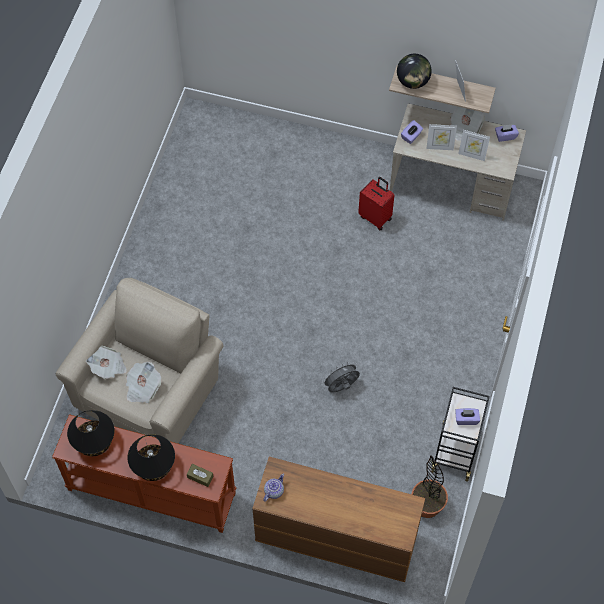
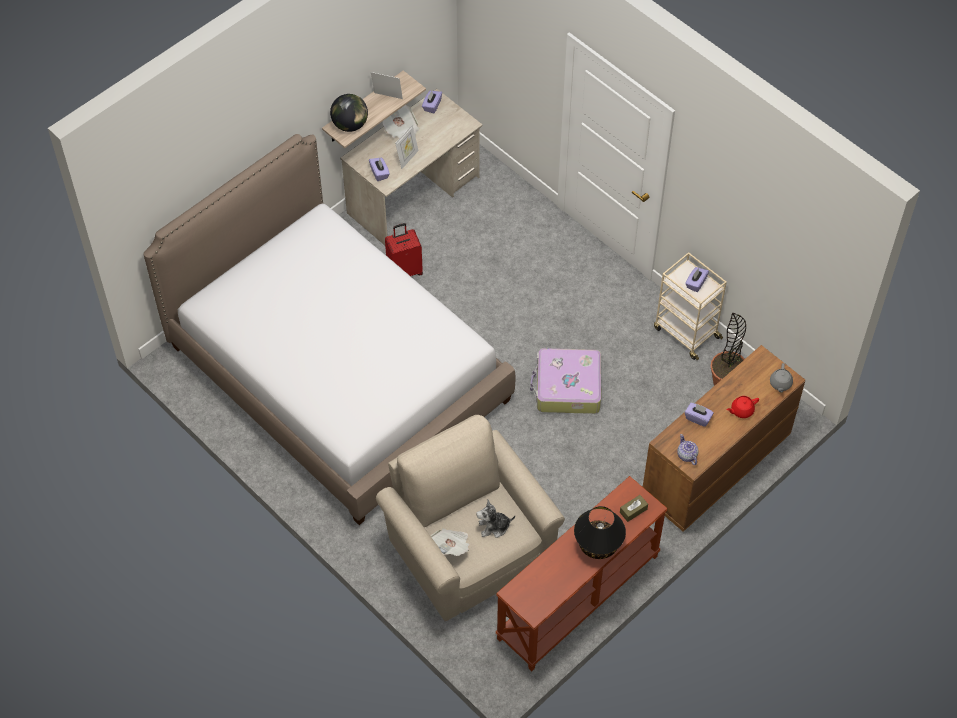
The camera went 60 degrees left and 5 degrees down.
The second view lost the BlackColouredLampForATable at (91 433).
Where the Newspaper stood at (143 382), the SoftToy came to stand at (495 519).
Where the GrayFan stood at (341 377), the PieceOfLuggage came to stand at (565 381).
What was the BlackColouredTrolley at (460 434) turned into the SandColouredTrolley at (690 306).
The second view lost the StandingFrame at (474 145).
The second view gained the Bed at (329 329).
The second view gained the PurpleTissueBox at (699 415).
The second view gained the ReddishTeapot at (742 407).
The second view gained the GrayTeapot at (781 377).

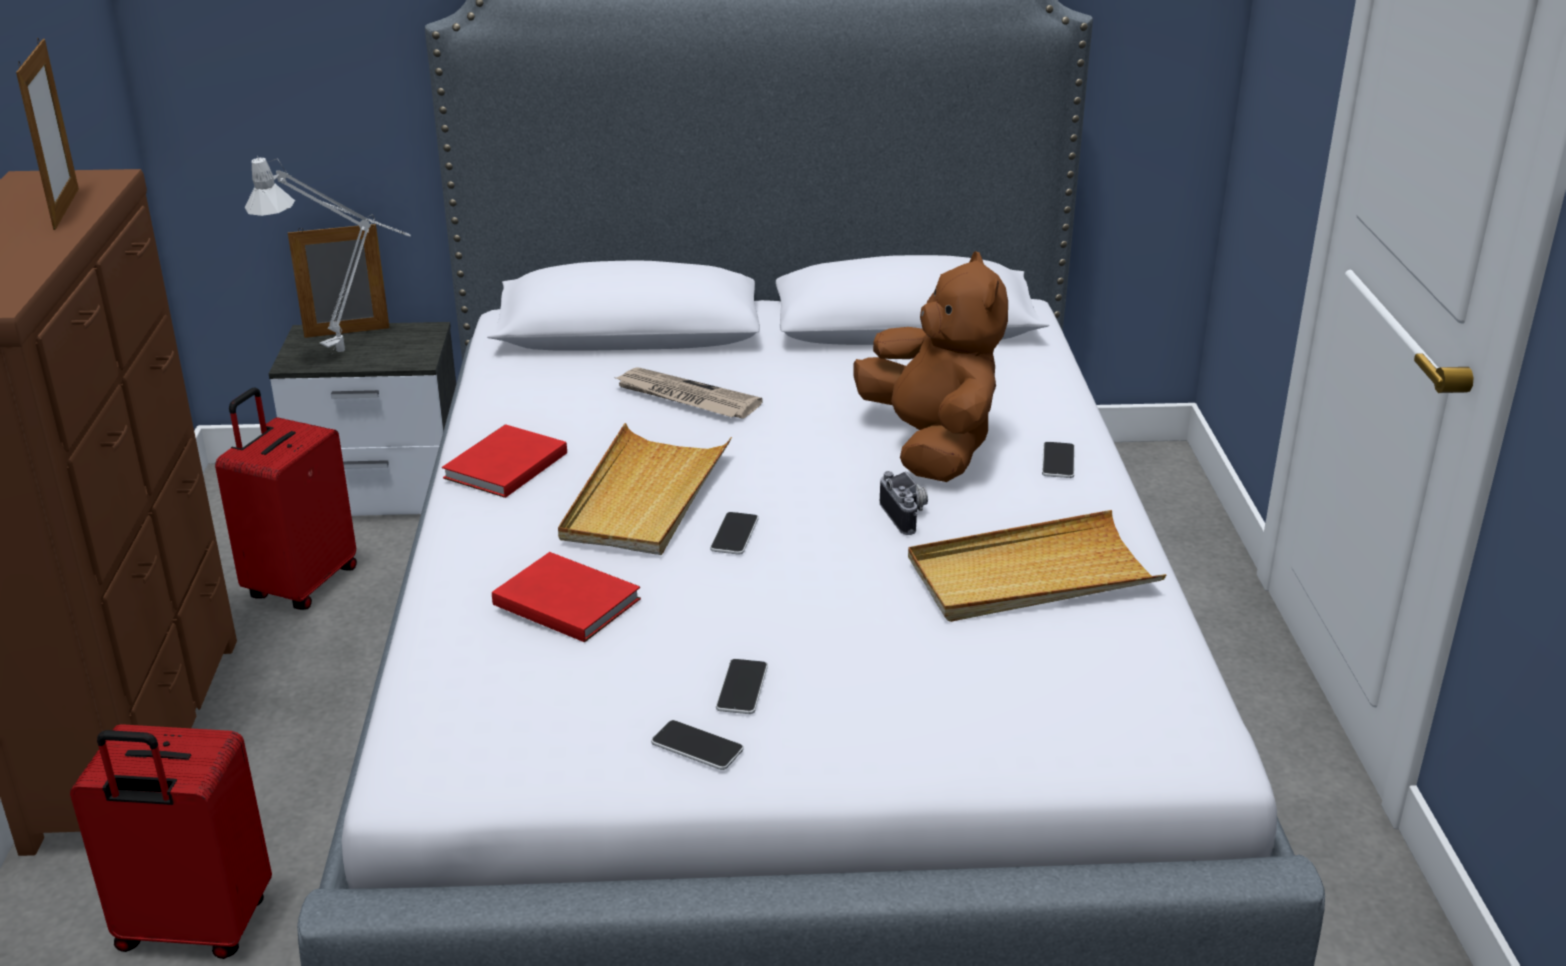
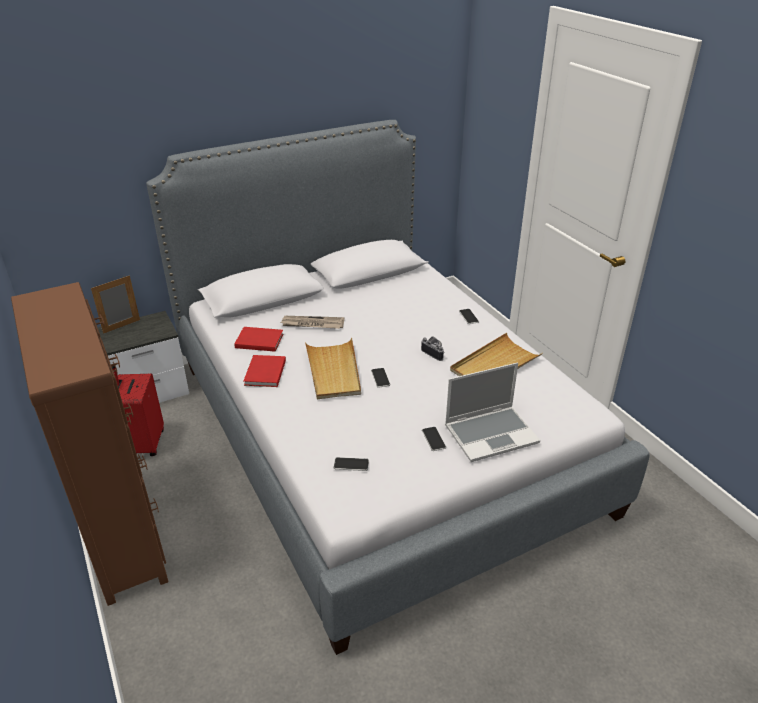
The camera went 25 degrees left and 5 degrees up.
The second view lost the StandingFrame at (47 134).
The second view lost the ReddishPieceOfLuggage at (171 841).
The second view lost the GrayLampForATable at (327 254).
The ReddishVolume ended up elsewhere, having gone from (566 597) to (258 339).
The Handset ended up elsewhere, having gone from (697 745) to (351 464).
The second view lost the BrownColouredSoftToy at (931 366).
The second view gained the Laptop at (492 412).

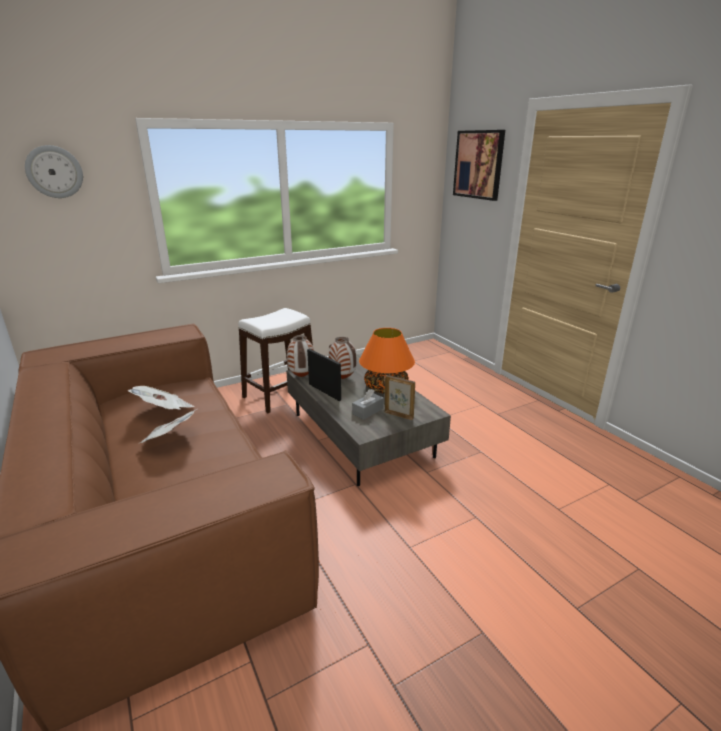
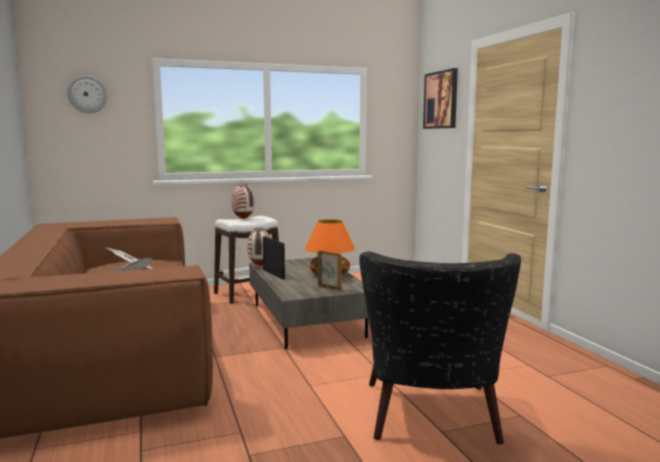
The camera went 10 degrees right and 15 degrees down.
The Vase ended up elsewhere, having gone from (342 358) to (243 201).
The second view lost the GrayTissueBox at (368 404).
The second view gained the BlackColouredEasyChair at (440 348).

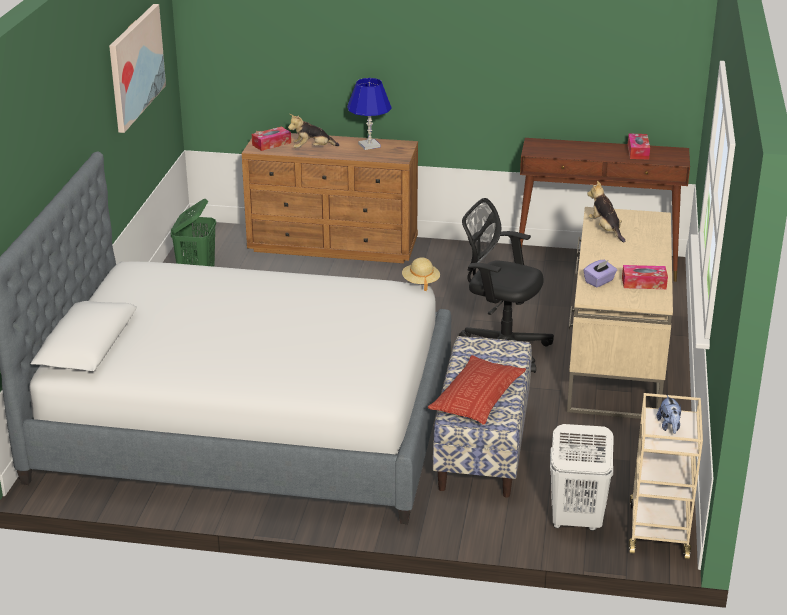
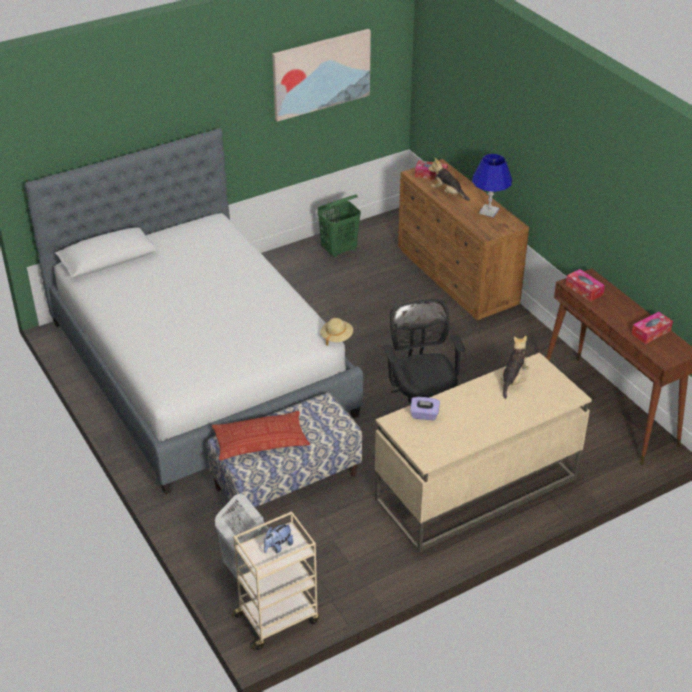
The camera went 50 degrees right and 10 degrees up.
The TissueBox ended up elsewhere, having gone from (645 277) to (585 285).

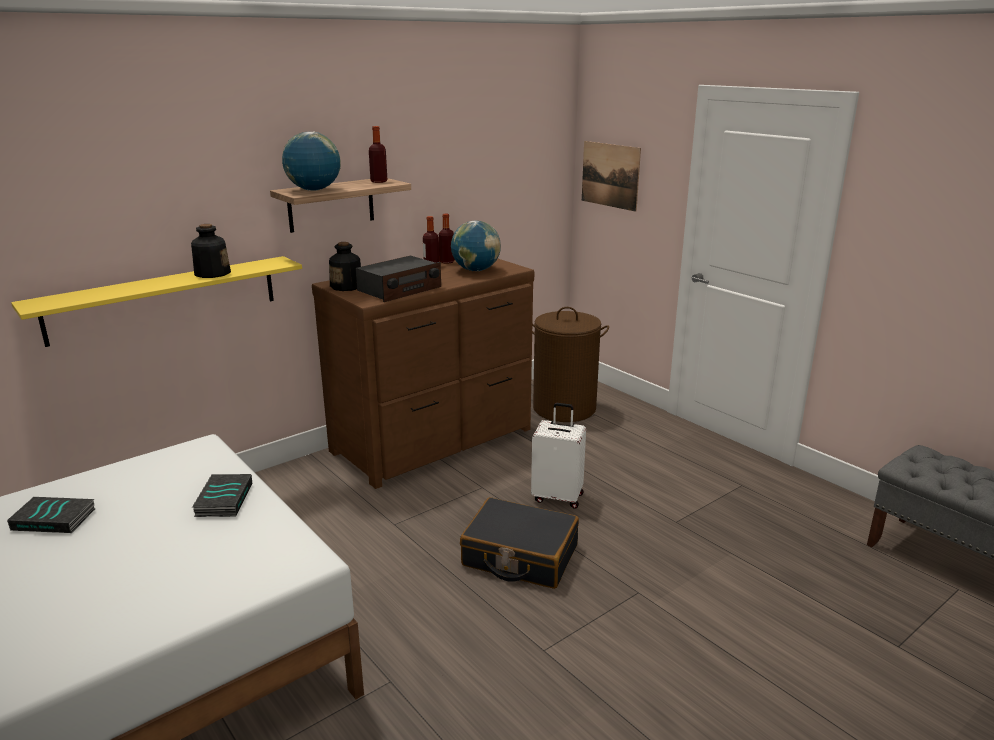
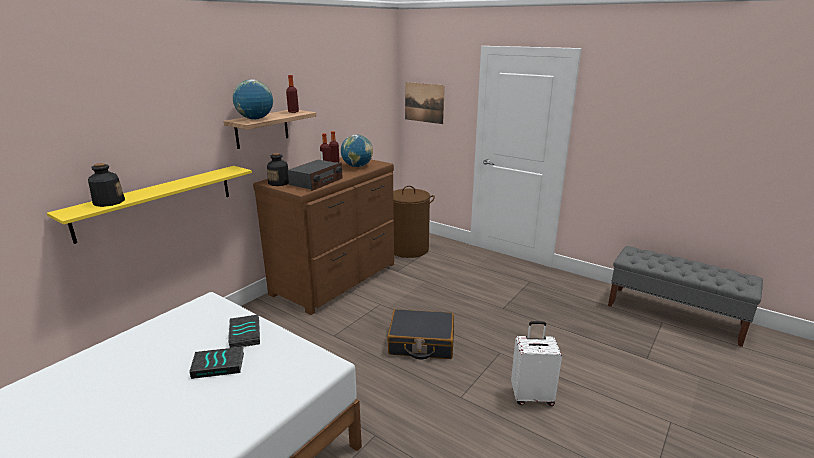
The camera went 15 degrees left and 0 degrees up.
The Volume ended up elsewhere, having gone from (51 515) to (216 362).
The Bottle ended up elsewhere, having gone from (211 251) to (106 185).
The WhitePieceOfLuggage ended up elsewhere, having gone from (558 456) to (536 363).

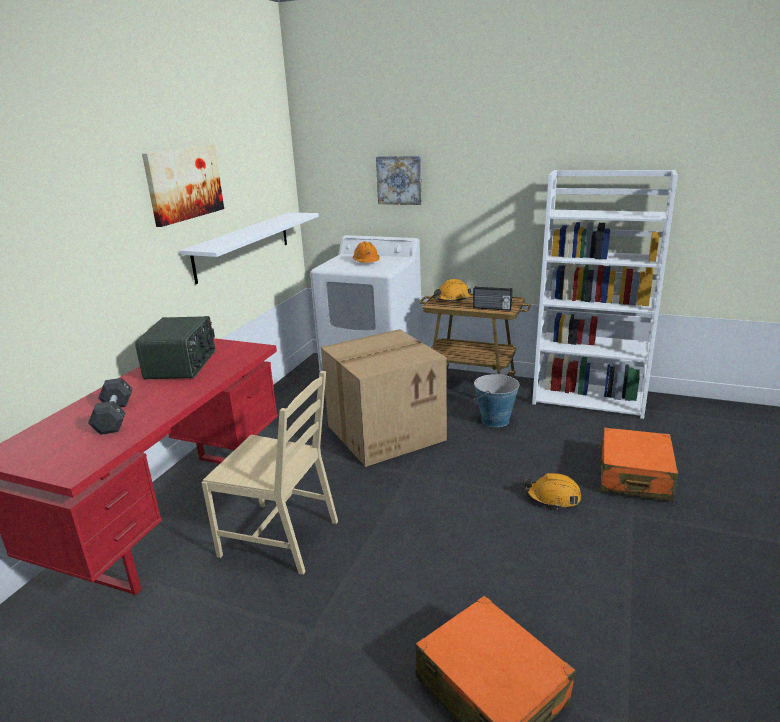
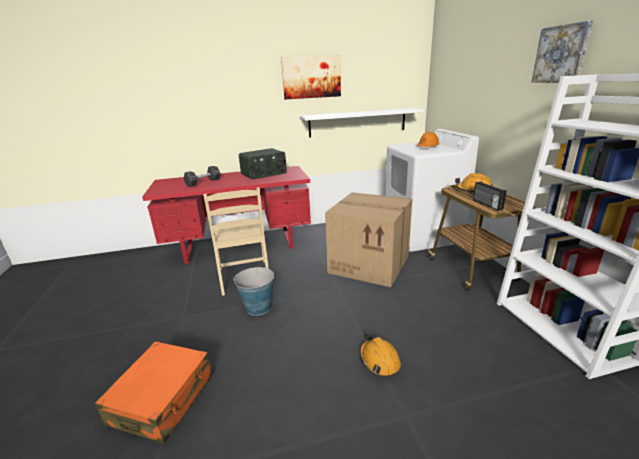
The camera went 55 degrees right and 0 degrees up.
The WallArt ended up elsewhere, having gone from (399 180) to (562 52).
The Bucket ended up elsewhere, having gone from (496 400) to (254 291).
The second view lost the OrangeyPieceOfLuggage at (638 464).

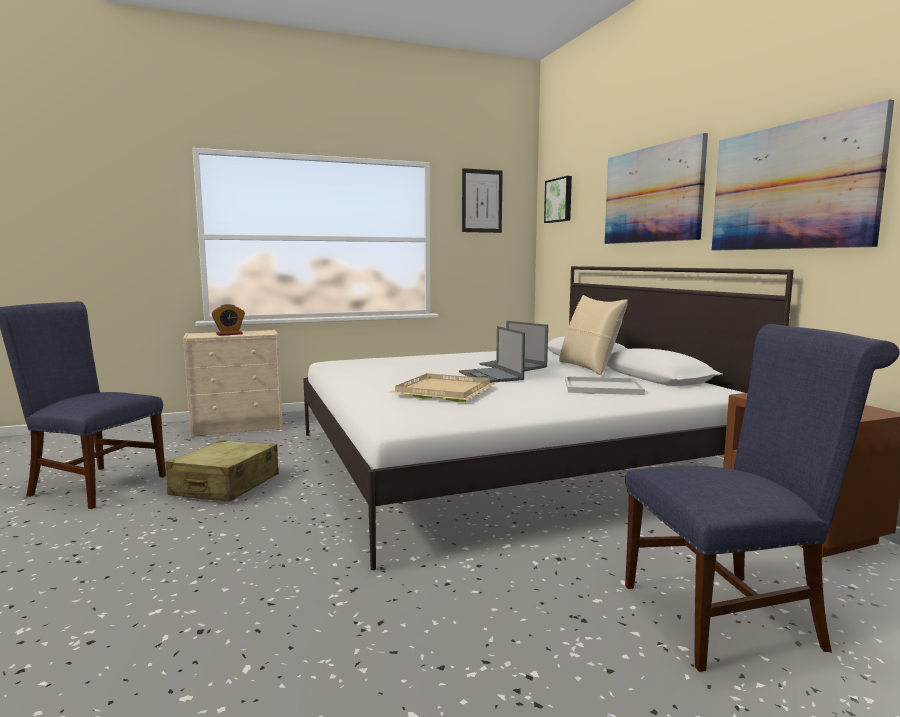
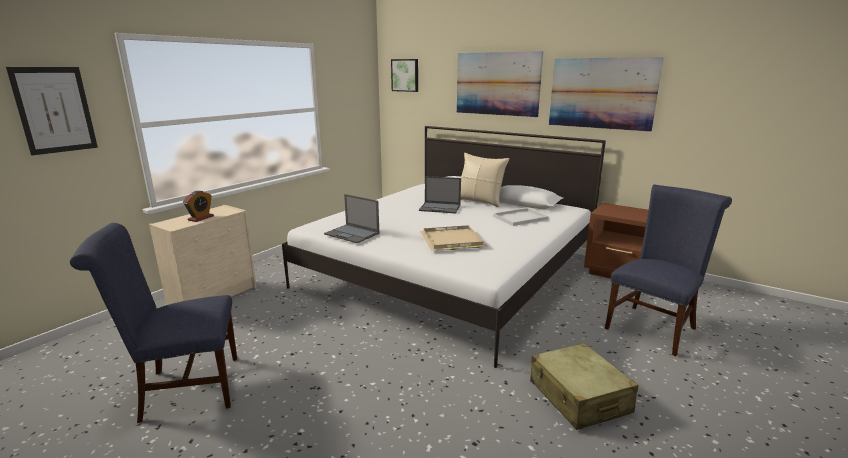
The camera went 35 degrees left and 10 degrees up.
The SandColouredPieceOfLuggage ended up elsewhere, having gone from (222 471) to (584 386).
The Laptop ended up elsewhere, having gone from (492 354) to (351 218).
The WallArt ended up elsewhere, having gone from (482 200) to (52 111).

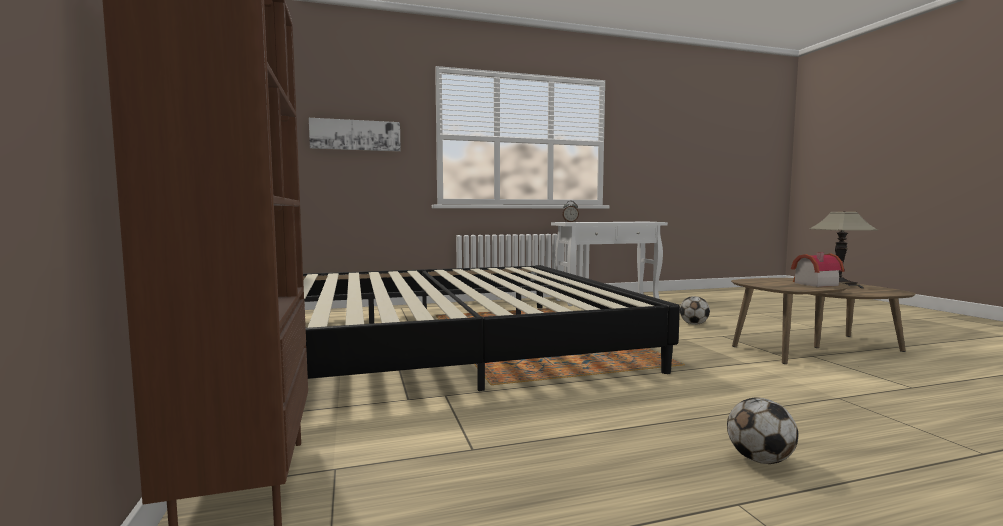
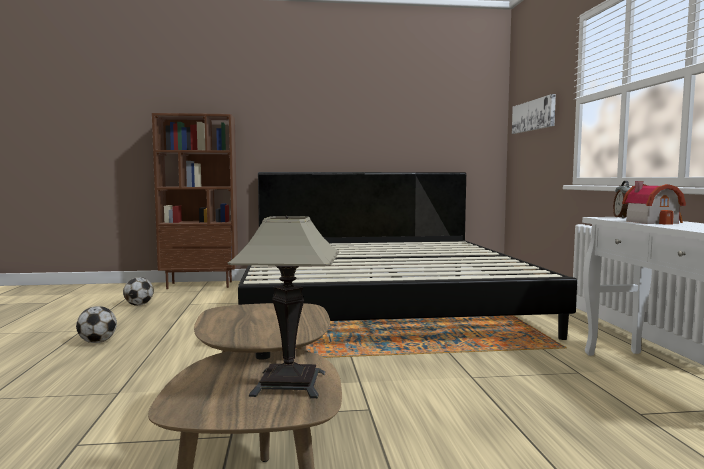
The camera went 100 degrees right and 0 degrees up.
The Football ended up elsewhere, having gone from (695 310) to (138 291).
The ModelHouse ended up elsewhere, having gone from (817 269) to (654 203).

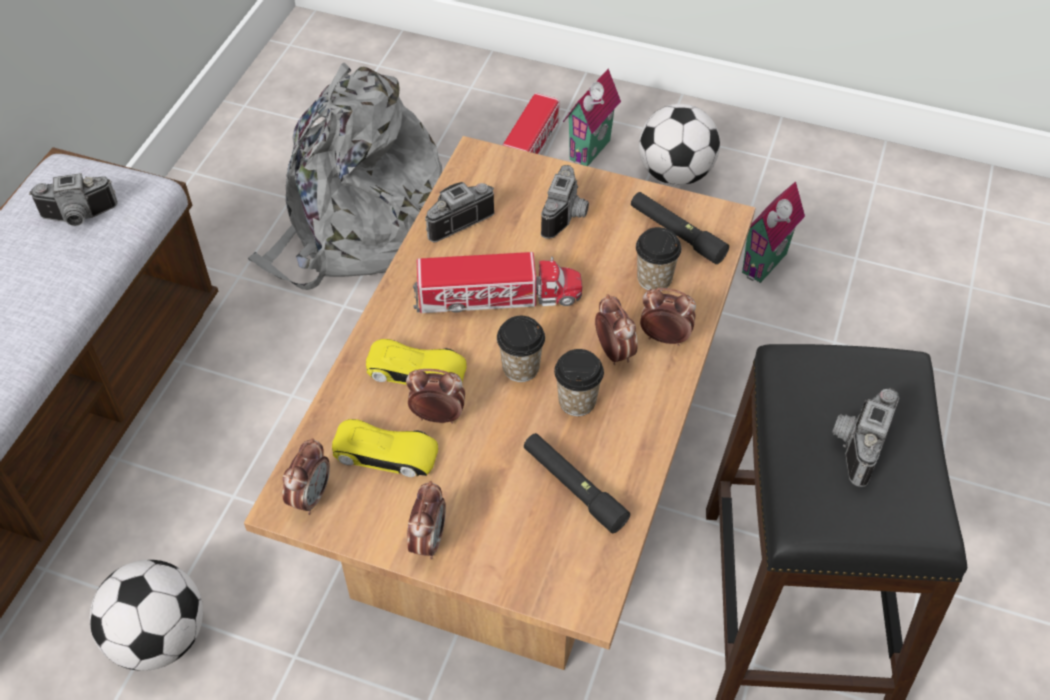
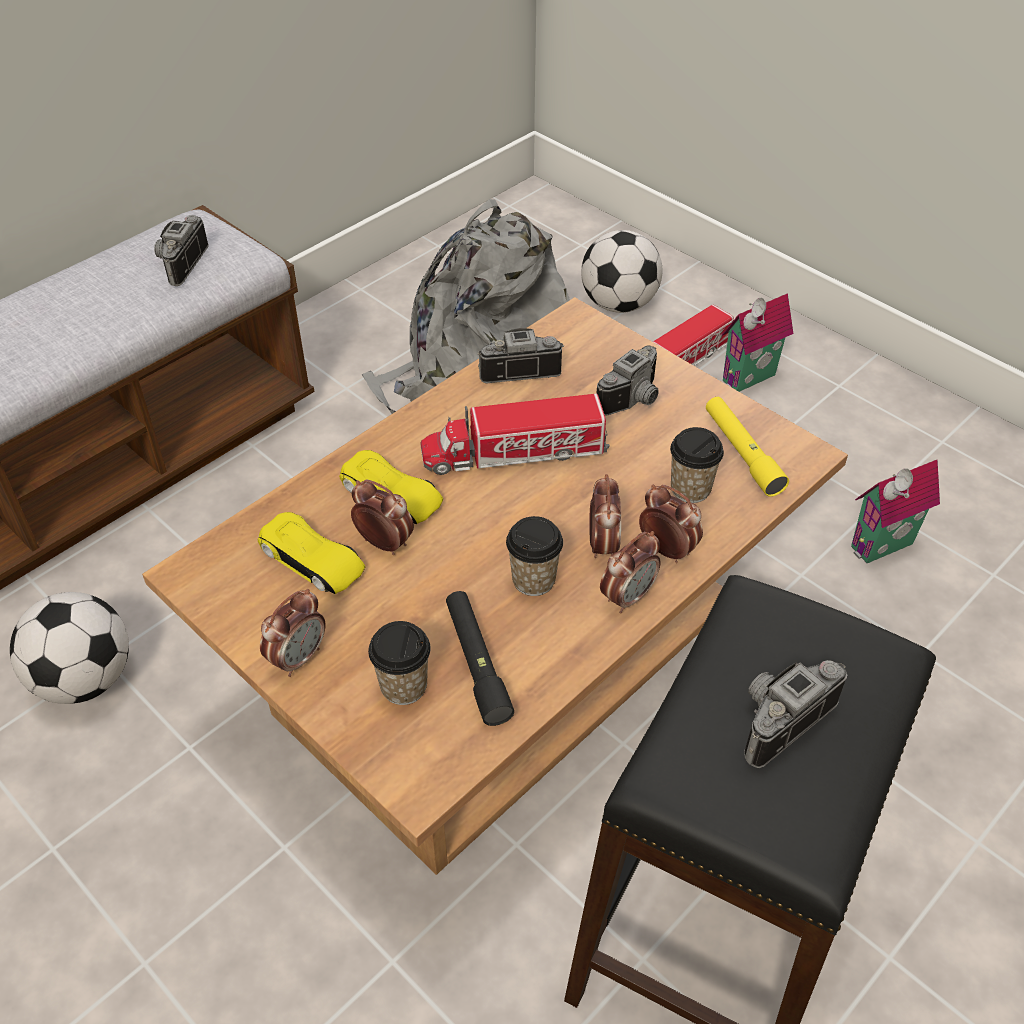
The camera went 25 degrees right and 5 degrees down.
The PhotoCamera at (73 199) ended up facing another way, 90 degrees clockwise from before.
The AlarmClock ended up elsewhere, having gone from (306 476) to (630 572).
The ToyLorry at (497 282) ended up facing another way, 150 degrees clockwise from before.
The SmallCup ended up elsewhere, having gone from (521 349) to (399 663).
What was the BlackColouredFlashlight at (680 228) turned into the YellowFlashlight at (747 447).
The Football ended up elsewhere, having gone from (679 144) to (622 271).

